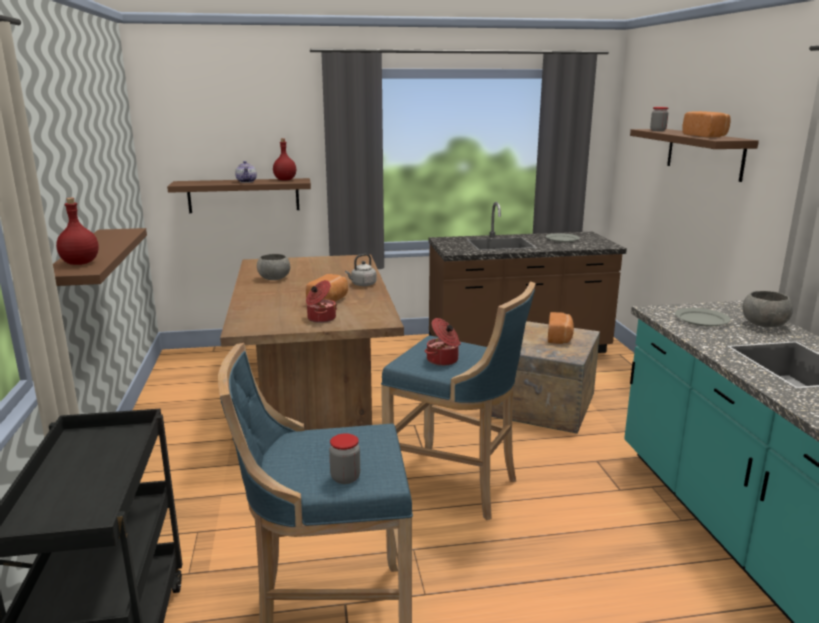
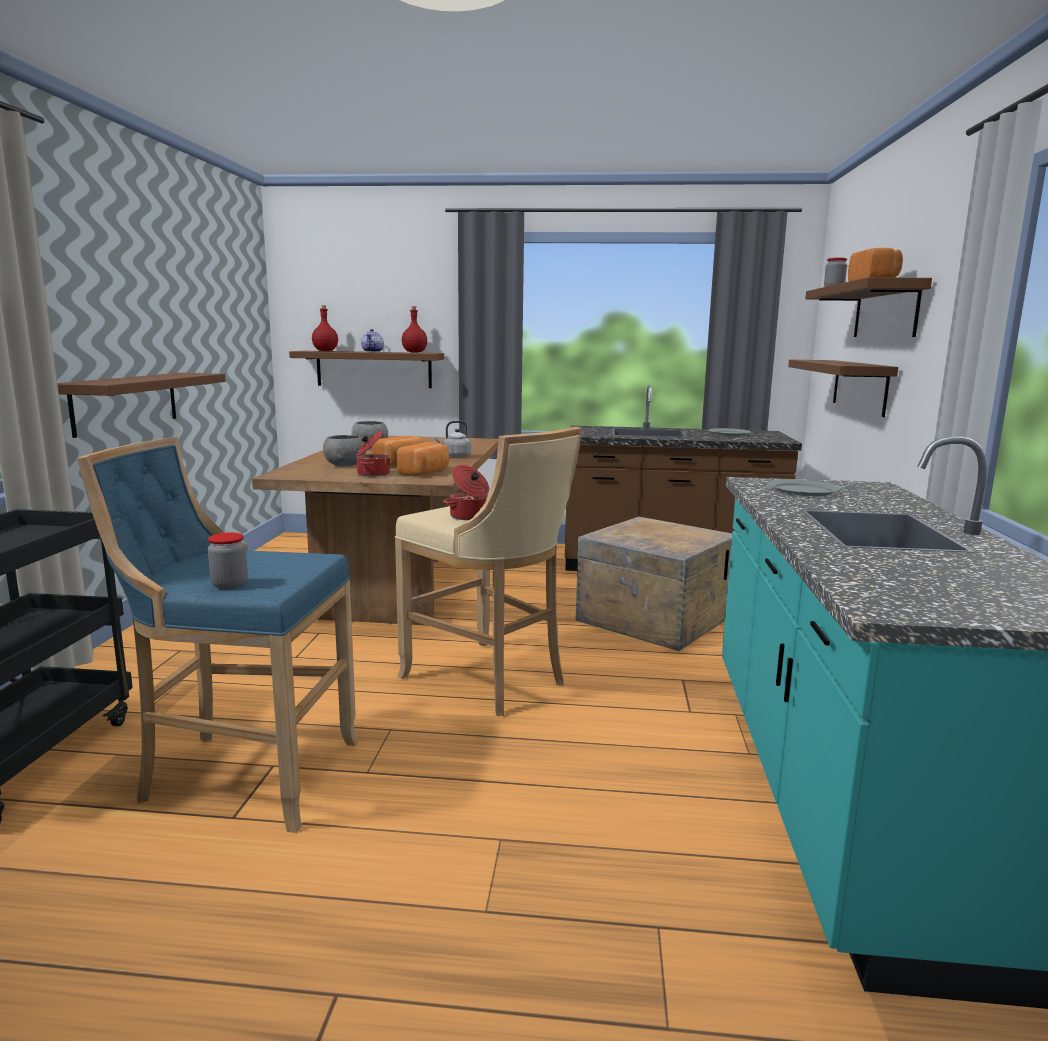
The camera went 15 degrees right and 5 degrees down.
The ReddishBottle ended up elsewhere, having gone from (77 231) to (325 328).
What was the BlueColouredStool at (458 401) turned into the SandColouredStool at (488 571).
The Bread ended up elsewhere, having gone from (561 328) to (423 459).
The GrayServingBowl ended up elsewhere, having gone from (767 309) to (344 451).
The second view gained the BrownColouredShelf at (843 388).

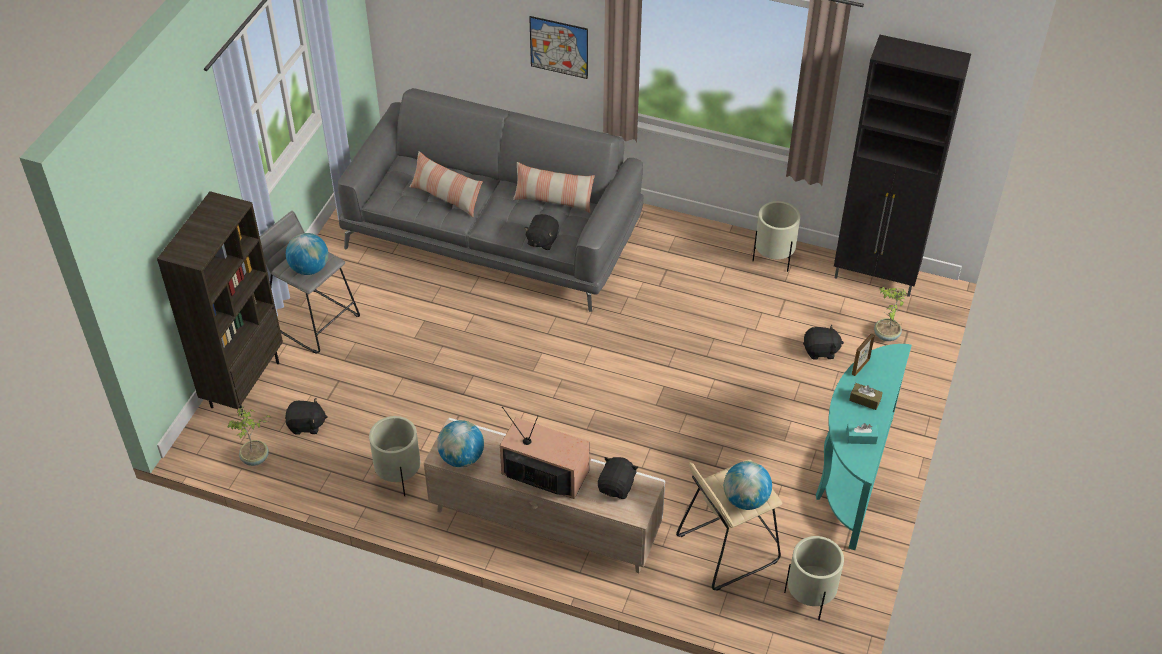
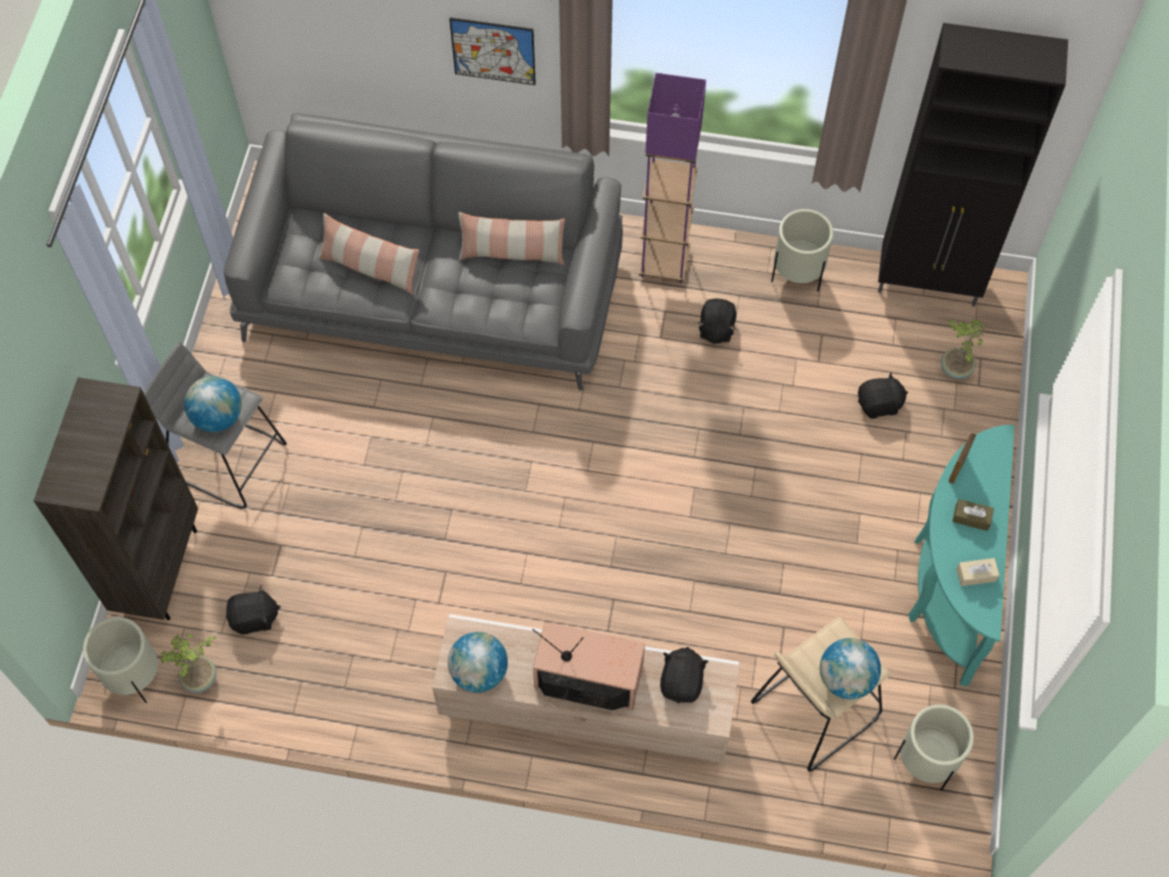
The camera went 10 degrees left and 15 degrees up.
The SandColouredPlanter ended up elsewhere, having gone from (395 456) to (120 660).
The BlackColouredSoftToy ended up elsewhere, having gone from (541 232) to (717 321).
What was the TurquoiseTissueBox at (862 433) turned into the SandColouredTissueBox at (977 572).
The second view gained the PurpleStandardLamp at (672 178).

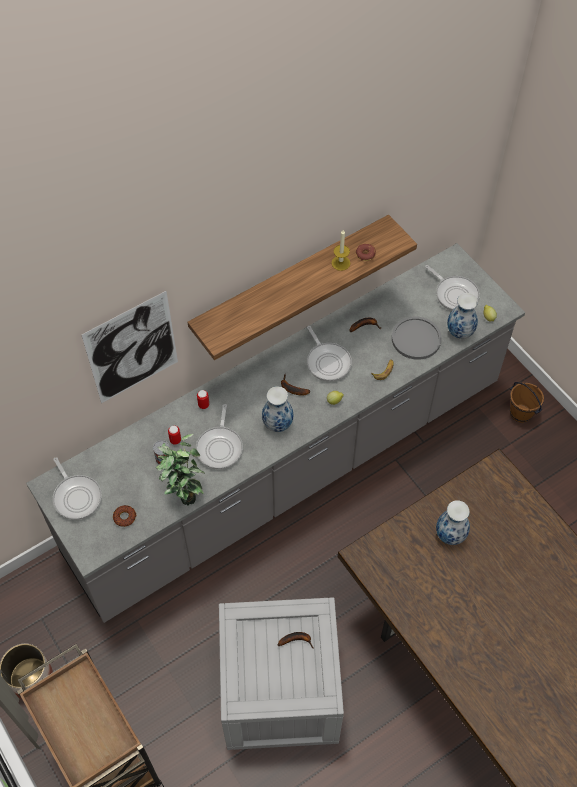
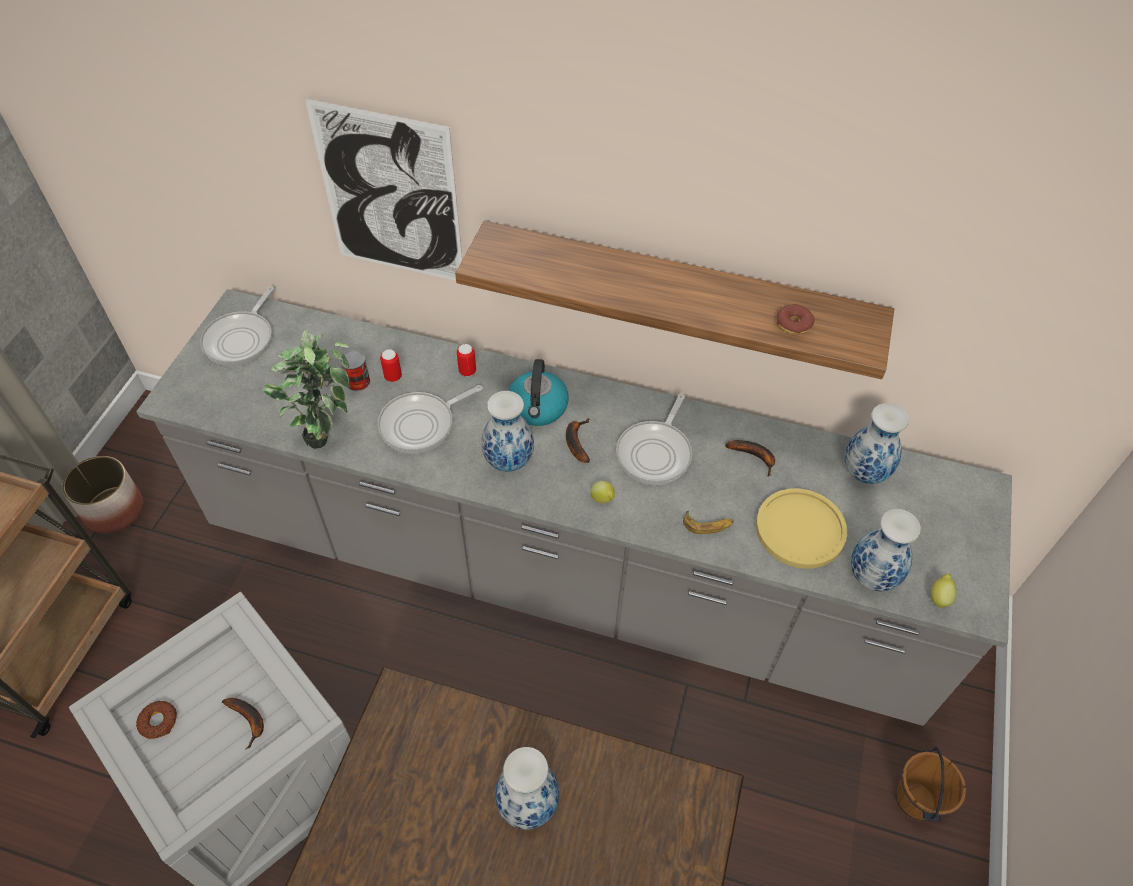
The camera went 50 degrees right and 5 degrees down.
The Doughnut ended up elsewhere, having gone from (125 516) to (156 720).
The second view lost the WaxCandle at (340 250).
What was the GrayDinnerPlate at (417 338) turned into the YellowDinnerPlate at (801 528).
The second view lost the Skillet at (452 288).
The second view gained the WaterKettle at (539 392).
The second view gained the Vase at (877 443).

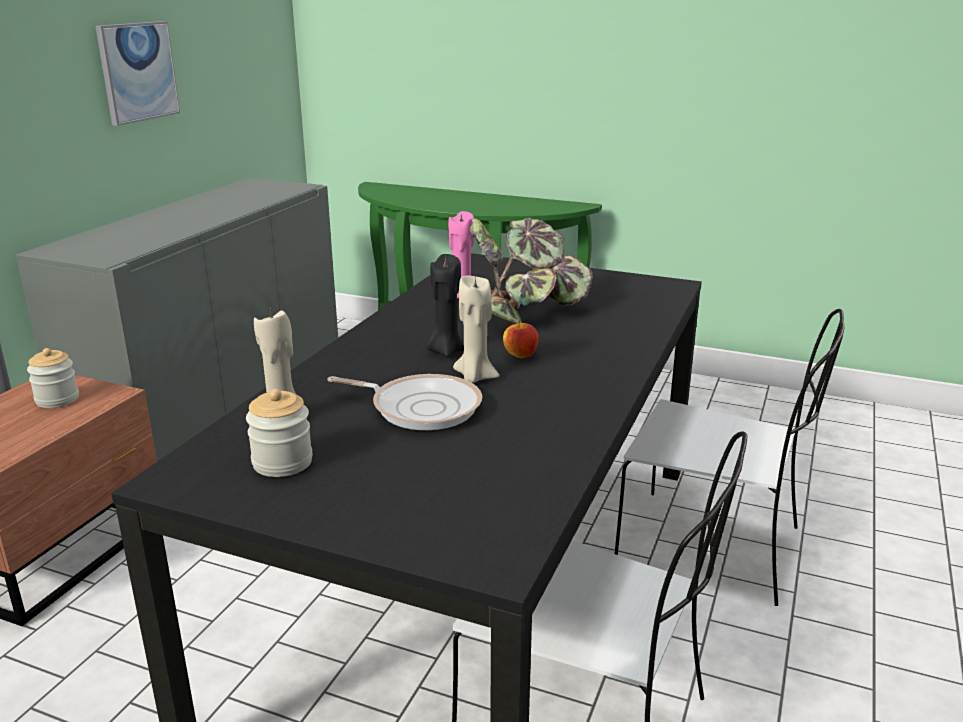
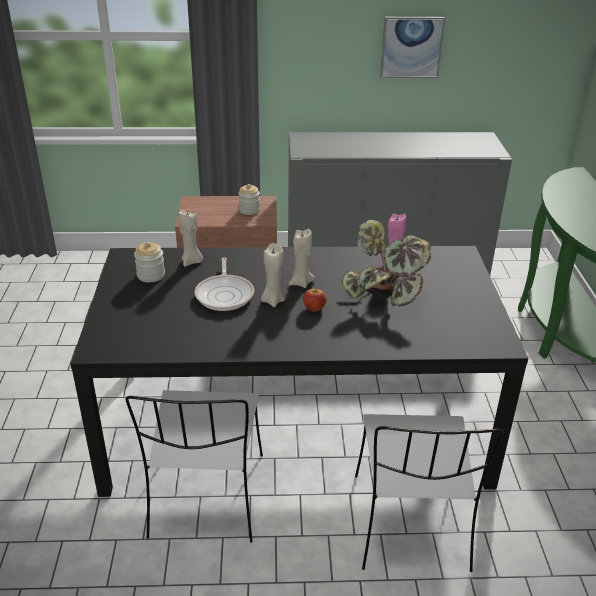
The camera went 65 degrees right and 10 degrees up.
What was the BlackColouredWaxCandle at (445 305) turned into the SandColouredWaxCandle at (302 258).

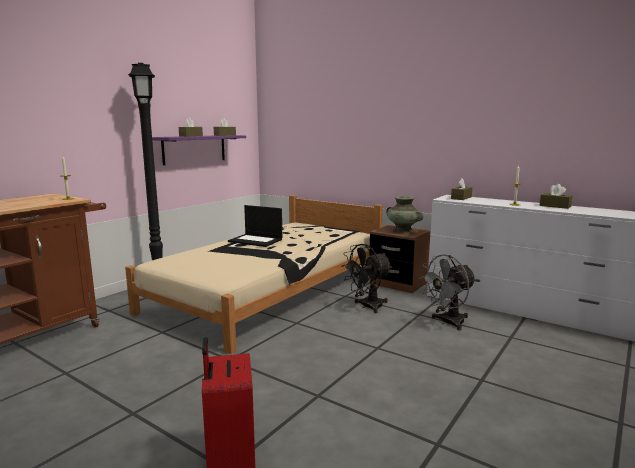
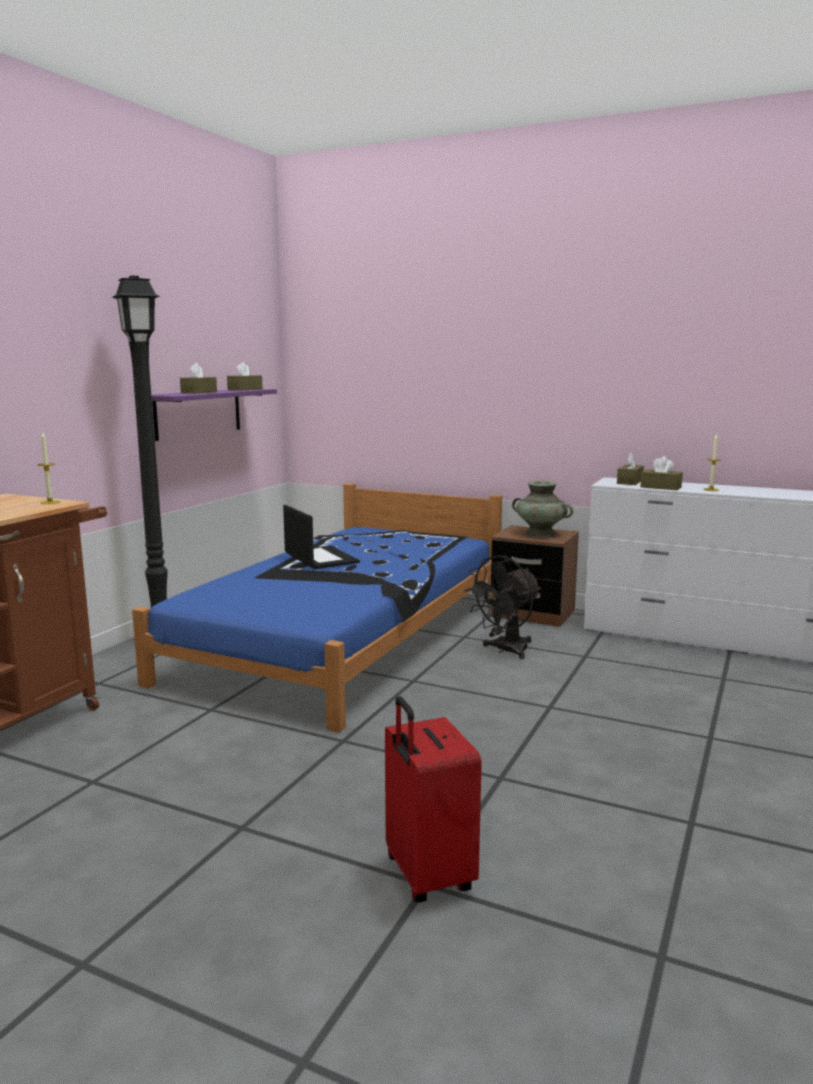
The camera went 10 degrees left and 0 degrees up.
What was the SandColouredBed at (254 274) turned into the BlueColouredBed at (317 608).
The Laptop at (255 226) ended up facing another way, 135 degrees counterclockwise from before.
The second view lost the GrayFan at (448 292).
The BrownColouredTissueBox ended up elsewhere, having gone from (556 196) to (661 473).

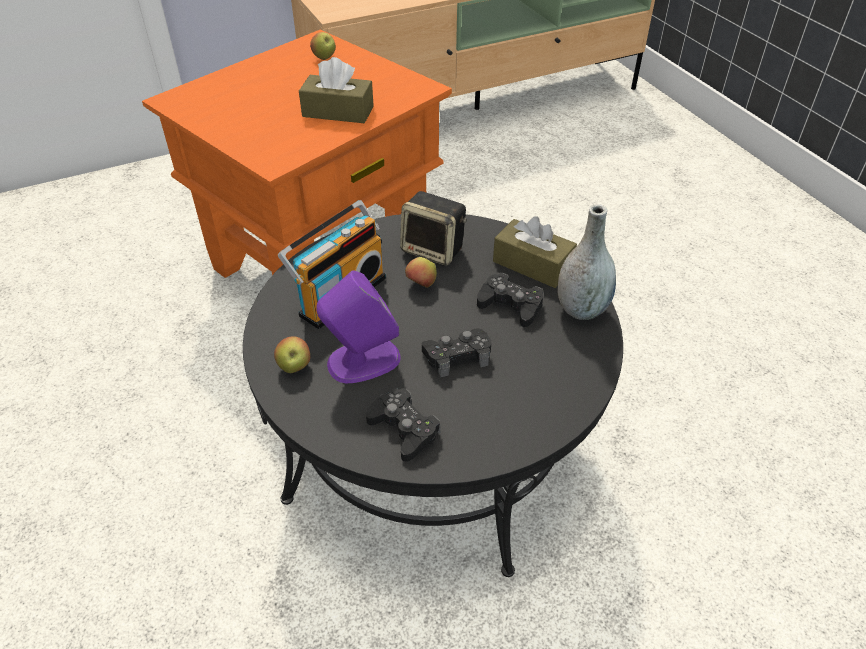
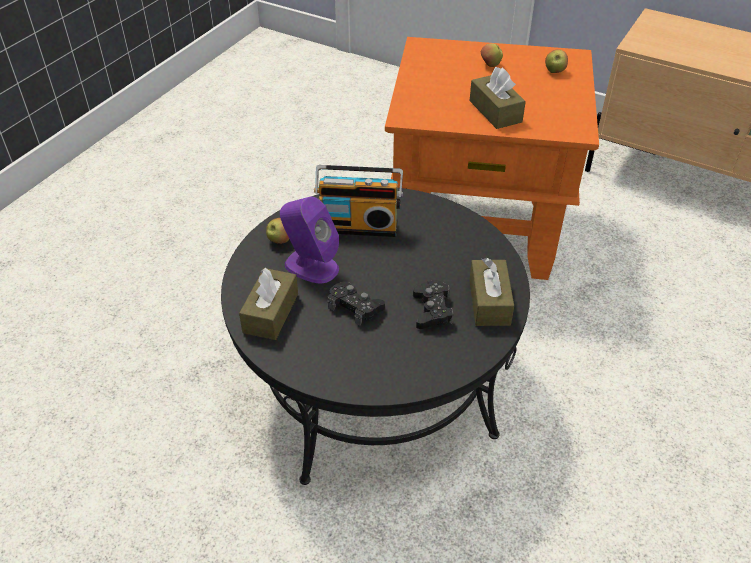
The camera went 55 degrees right and 0 degrees up.
Where the BlackColouredGameController stood at (403 425), the BrownColouredTissueBox came to stand at (268 304).
The second view lost the AudioSpeaker at (433 228).
The WholeApple ended up elsewhere, having gone from (421 272) to (492 55).
The second view lost the GrayVase at (587 262).

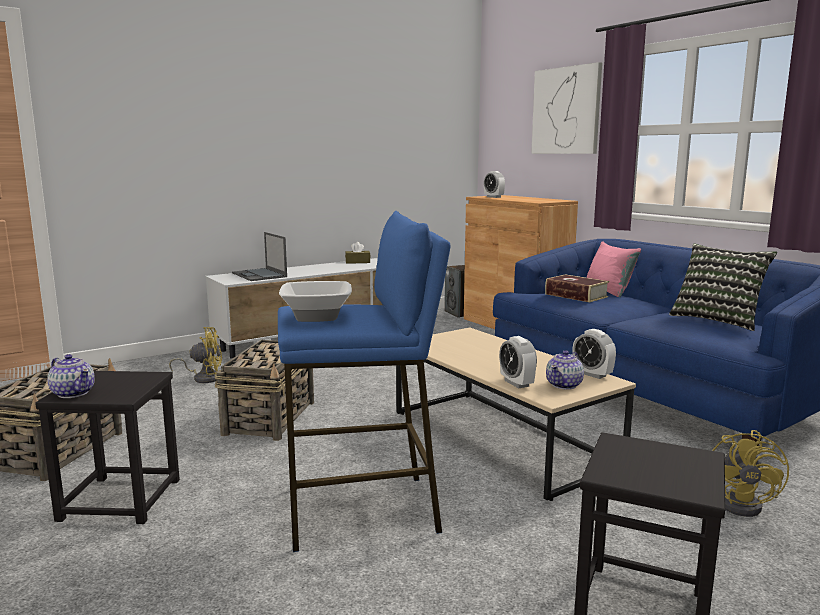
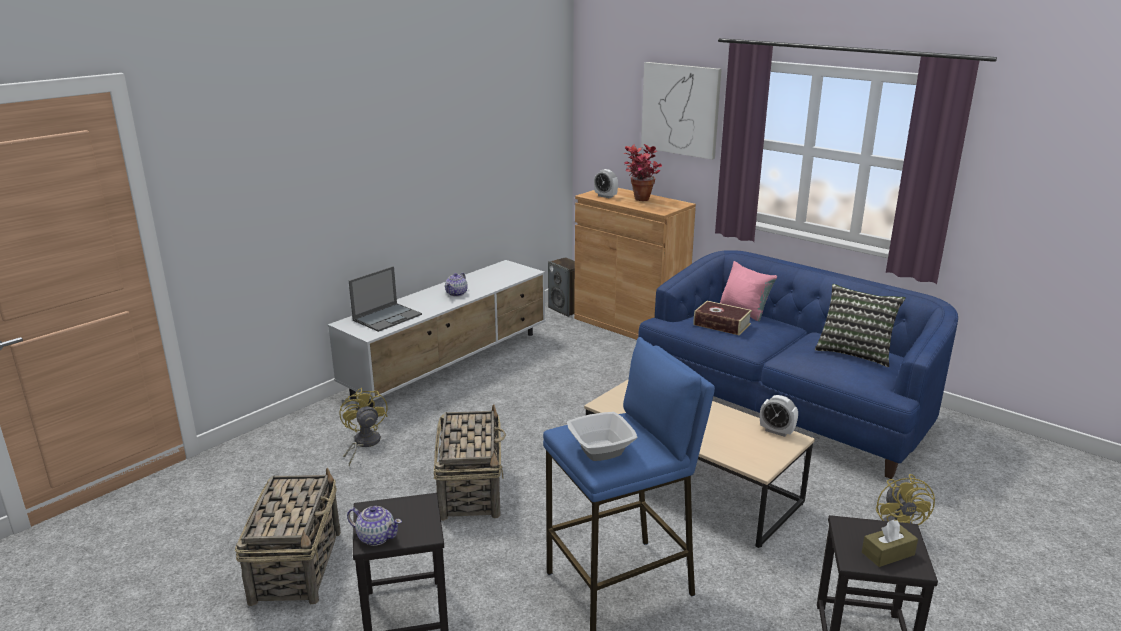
The camera went 15 degrees left and 10 degrees up.
The YellowFan at (195 355) ended up facing another way, 90 degrees counterclockwise from before.
The Laptop at (259 256) ended up facing another way, 90 degrees counterclockwise from before.
The BrownColouredTissueBox ended up elsewhere, having gone from (358 253) to (890 543).
The second view lost the AlarmClock at (518 362).
The Teapot ended up elsewhere, having gone from (565 369) to (456 284).
The second view gained the PlantInAPot at (642 172).

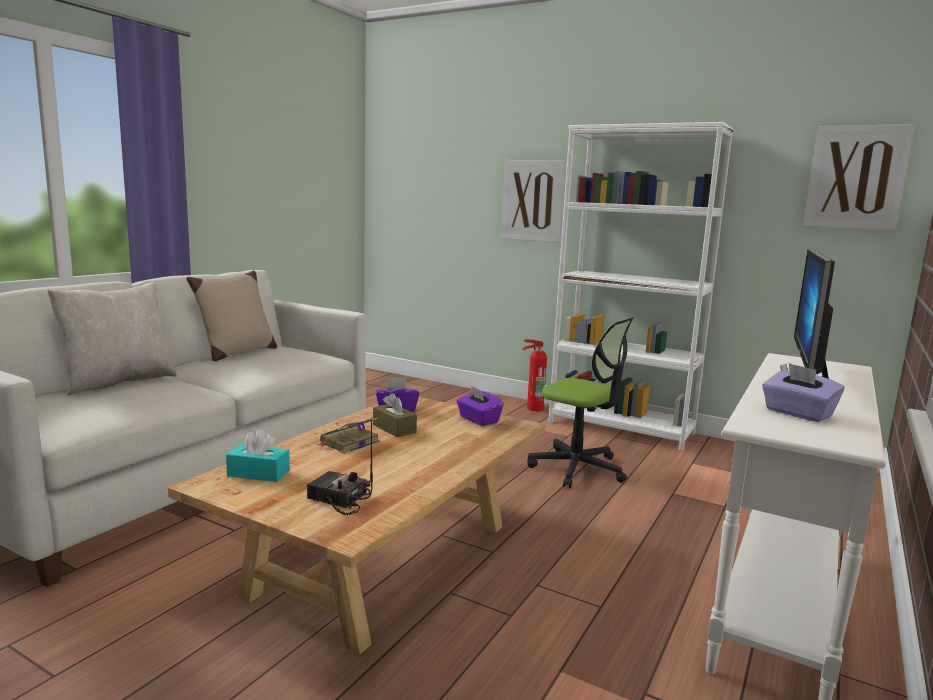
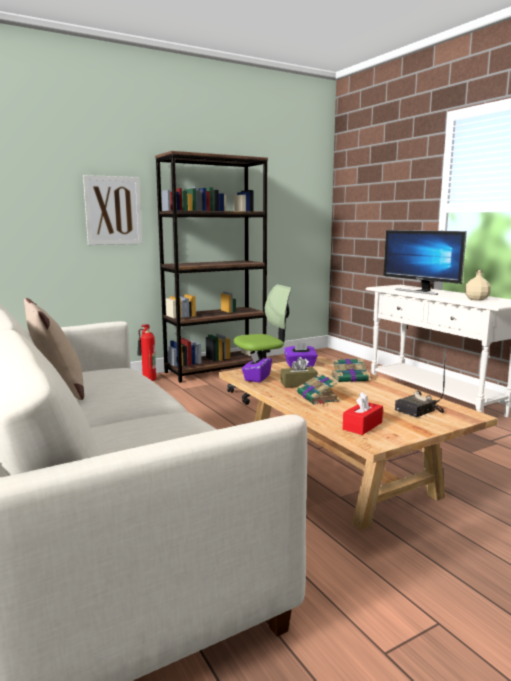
The camera went 60 degrees left and 0 degrees up.
The second view lost the SandColouredThrowPillow at (112 339).
What was the TurquoiseTissueBox at (258 455) turned into the ReddishTissueBox at (363 413).
What was the WhiteBookcase at (641 286) turned into the BrownColouredBookcase at (211 267).
Where the PurpleTissueBox stood at (803 392), the SandColouredBottle came to stand at (478 285).
The second view lost the WallArt at (859 177).
The second view gained the Volume at (351 370).

